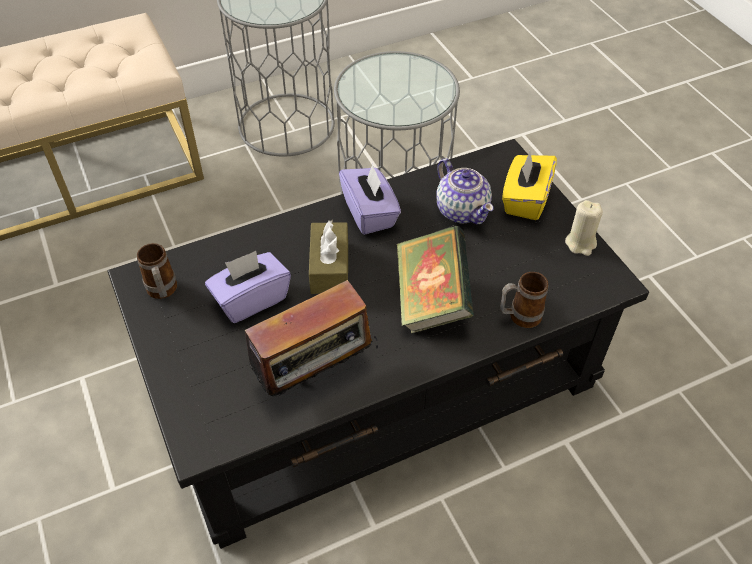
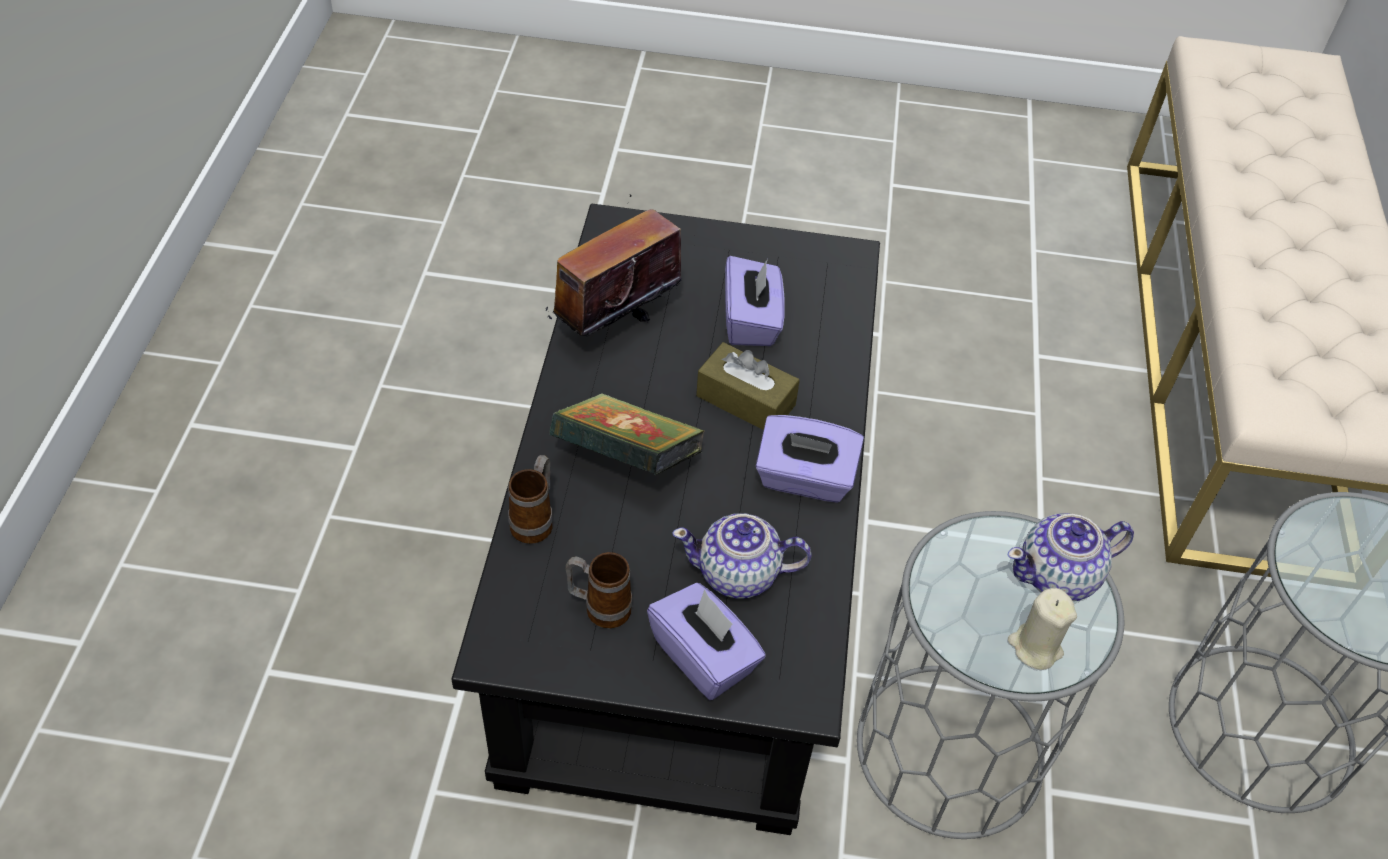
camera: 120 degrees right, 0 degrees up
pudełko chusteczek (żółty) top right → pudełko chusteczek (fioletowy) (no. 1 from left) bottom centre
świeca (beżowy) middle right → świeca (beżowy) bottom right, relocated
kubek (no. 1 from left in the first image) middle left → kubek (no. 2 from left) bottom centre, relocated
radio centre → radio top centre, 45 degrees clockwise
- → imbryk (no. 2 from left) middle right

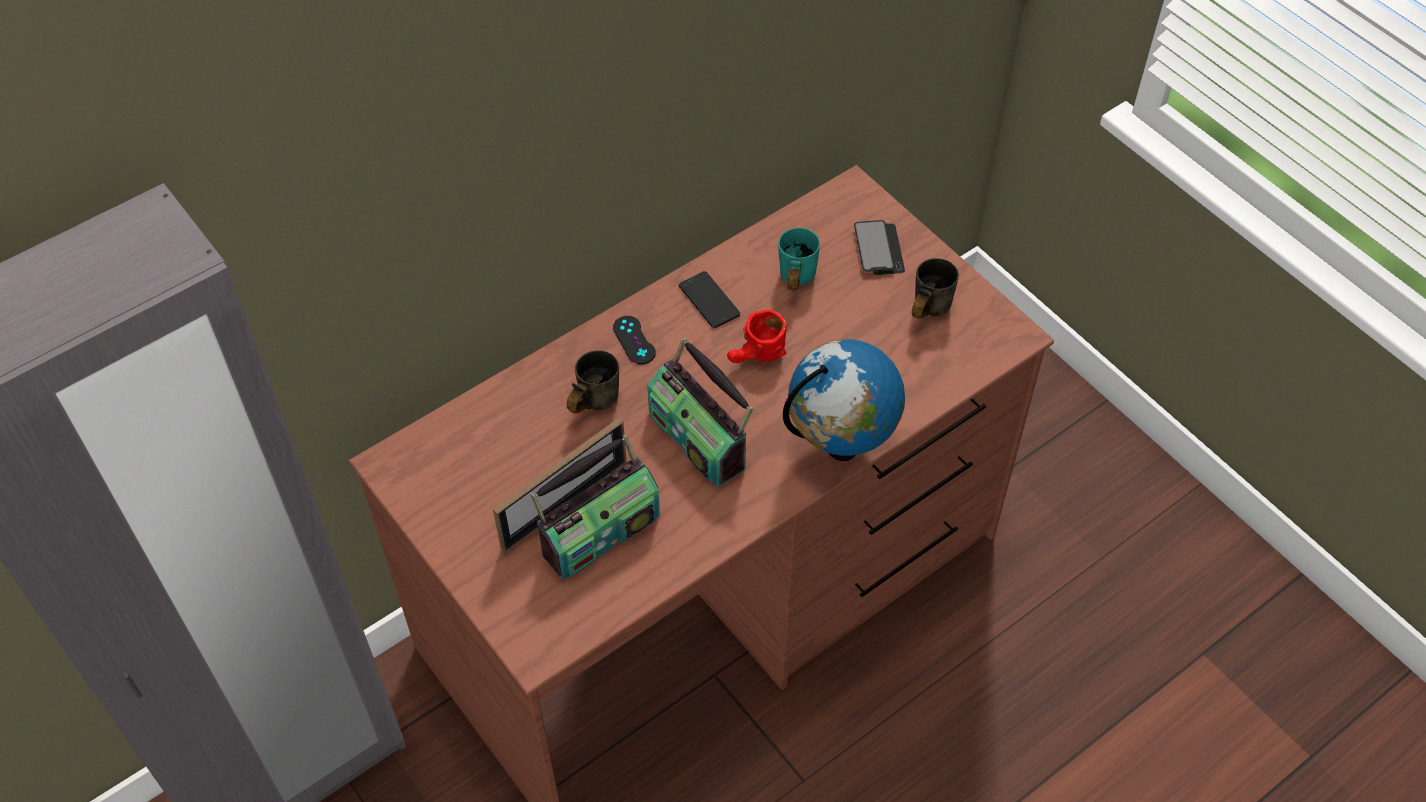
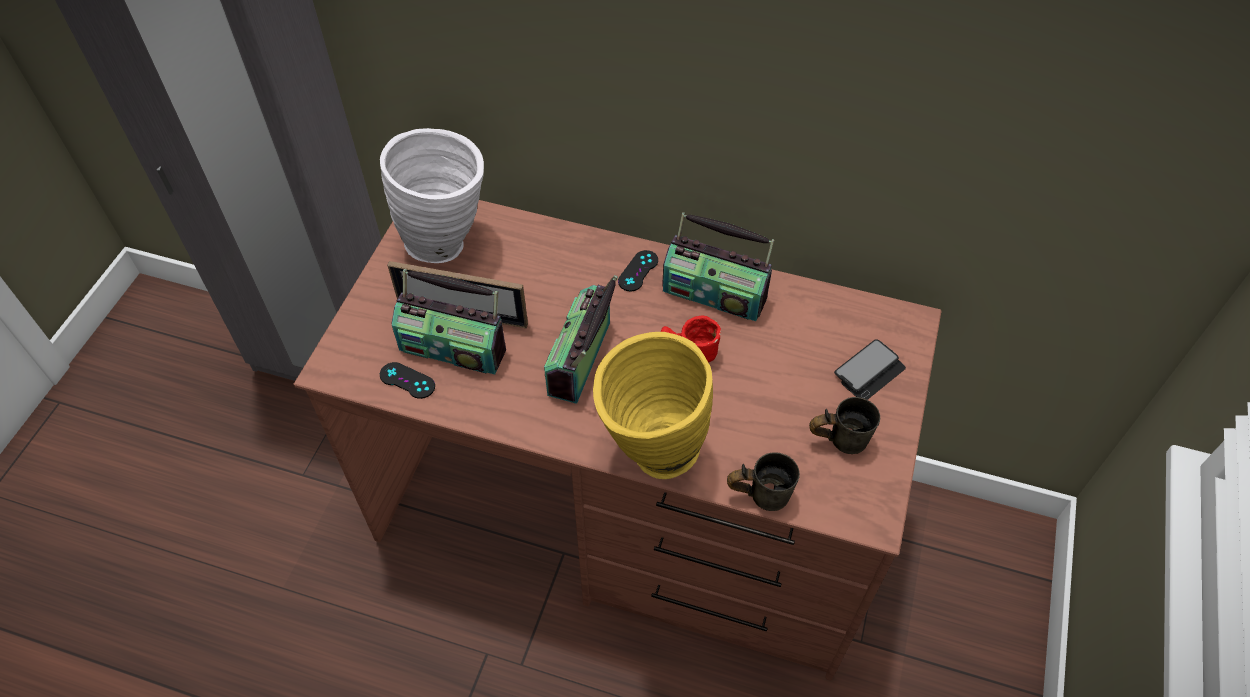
camera: 55 degrees right, 0 degrees up
kubek (turkusowy) top centre → -
telefon (no. 1 from left) centre → radio (no. 3 from left) centre
globus centre → wazon (żółty) centre
kubek (szary) (no. 1 from left) centre → kubek (szary) (no. 1 from left) bottom centre, relocated
- → wazon (biały) top centre
- → pad do gier (czarny) (no. 1 from left) middle left

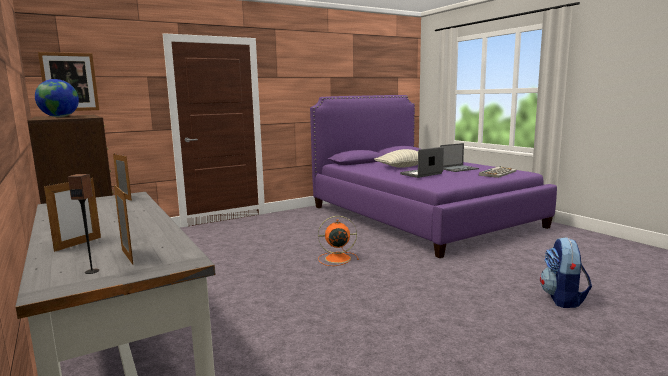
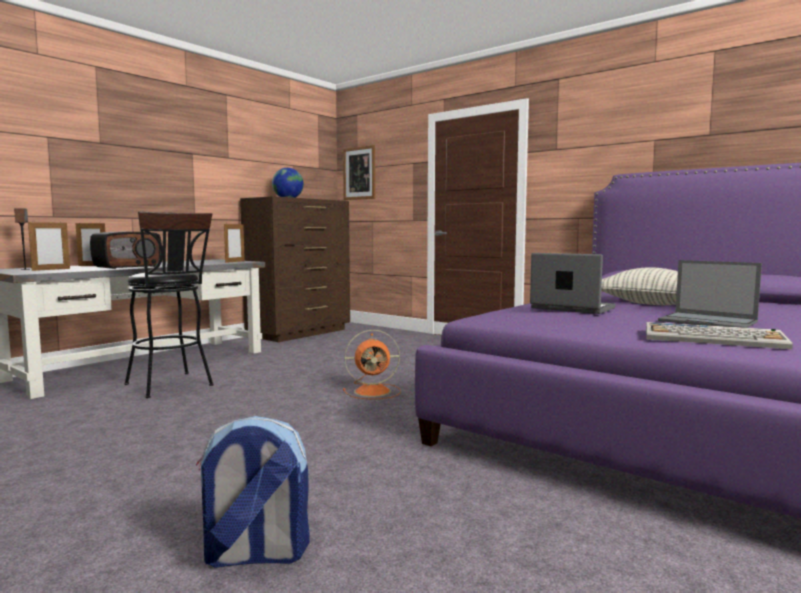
camera: 70 degrees right, 5 degrees down
wentylator (pomarańczowy) centre, 105 degrees clockwise
- → stołek (czarny) middle left
- → radio middle left

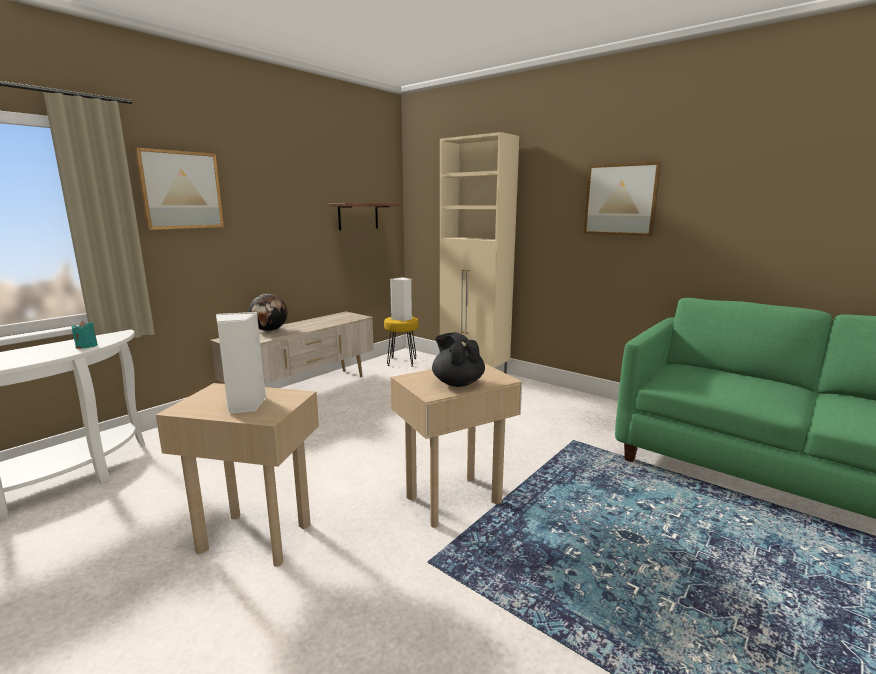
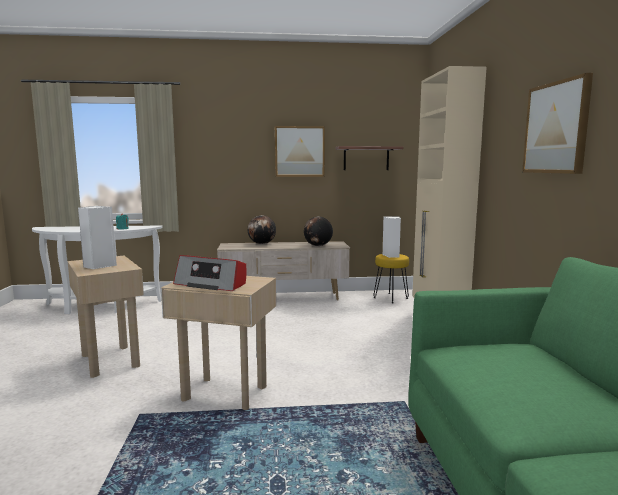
camera: 45 degrees right, 5 degrees down
obraz (no. 1 from left) top left → obraz (no. 1 from left) top centre, relocated
imbryk (czarny) centre → radio centre
- → globus (no. 2 from left) centre

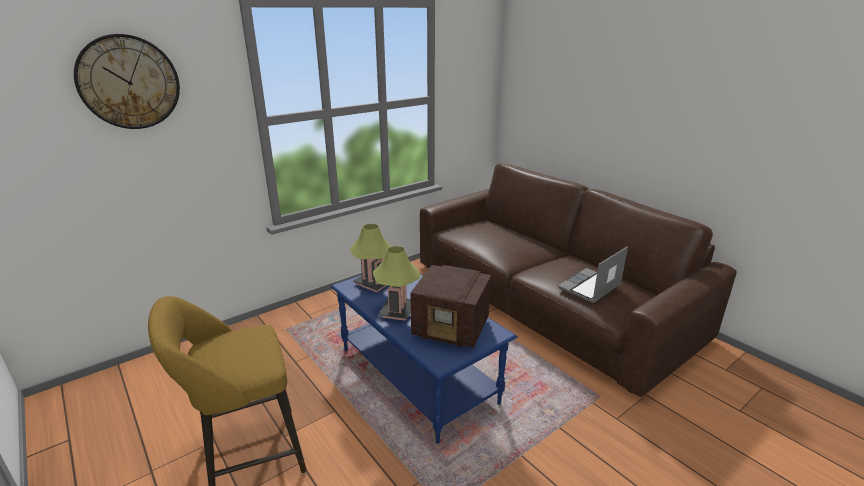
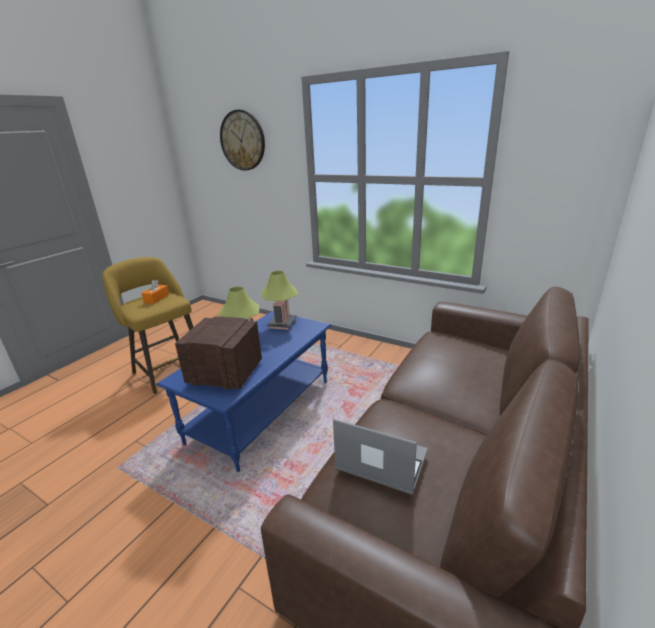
camera: 70 degrees right, 0 degrees up
radio centre → radio middle left, 105 degrees clockwise
- → pudełko chusteczek (pomarańczowy) middle left

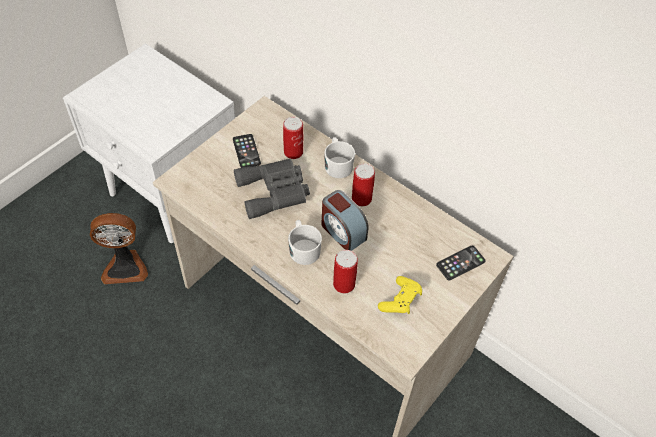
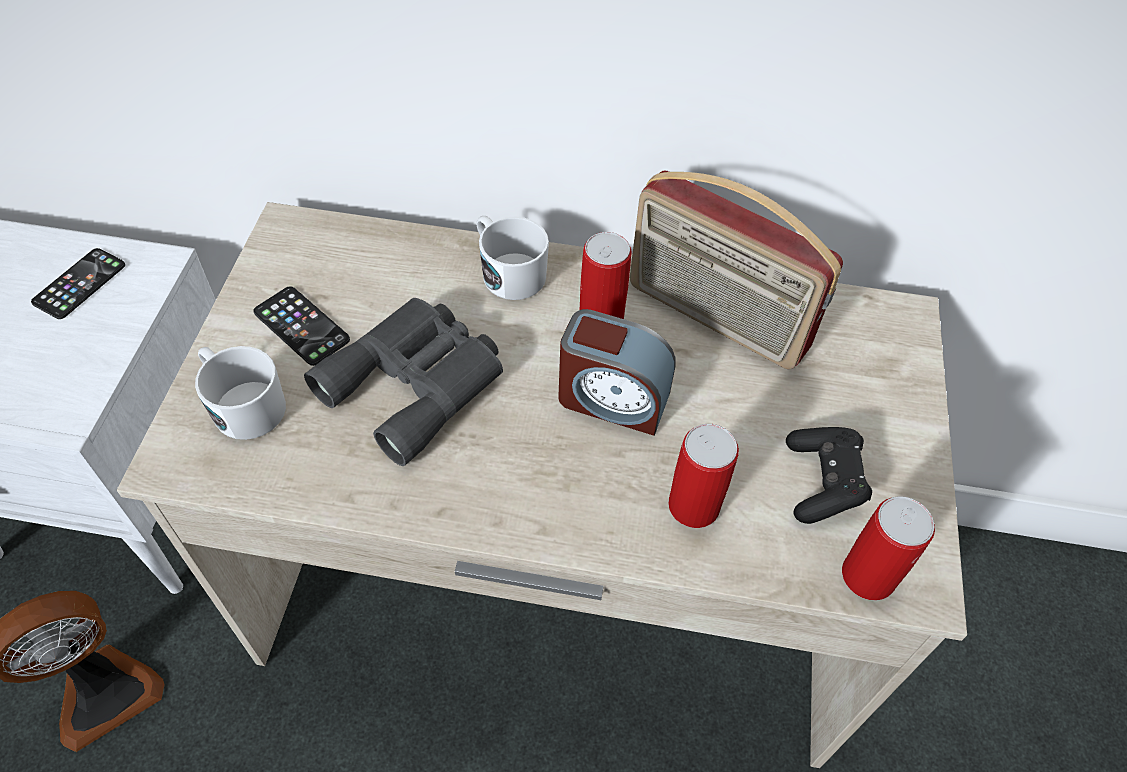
camera: 30 degrees left, 0 degrees up
puszka (no. 1 from left in the first image) top centre → puszka (no. 3 from left) bottom right, relocated
kubek (biały) (no. 1 from left) centre → kubek (biały) (no. 1 from left) middle left, relocated
telefon (no. 2 from left in the first image) middle right → telefon (no. 1 from left) middle left, relocated
pad do gier (żółty) bottom centre → pad do gier (czarny) middle right
- → radio centre

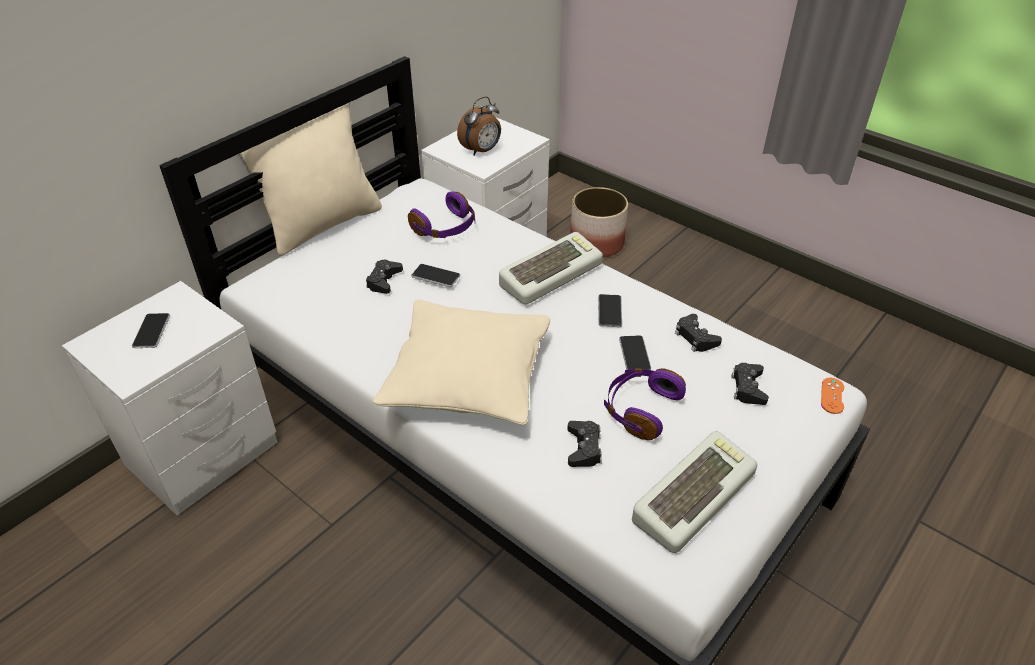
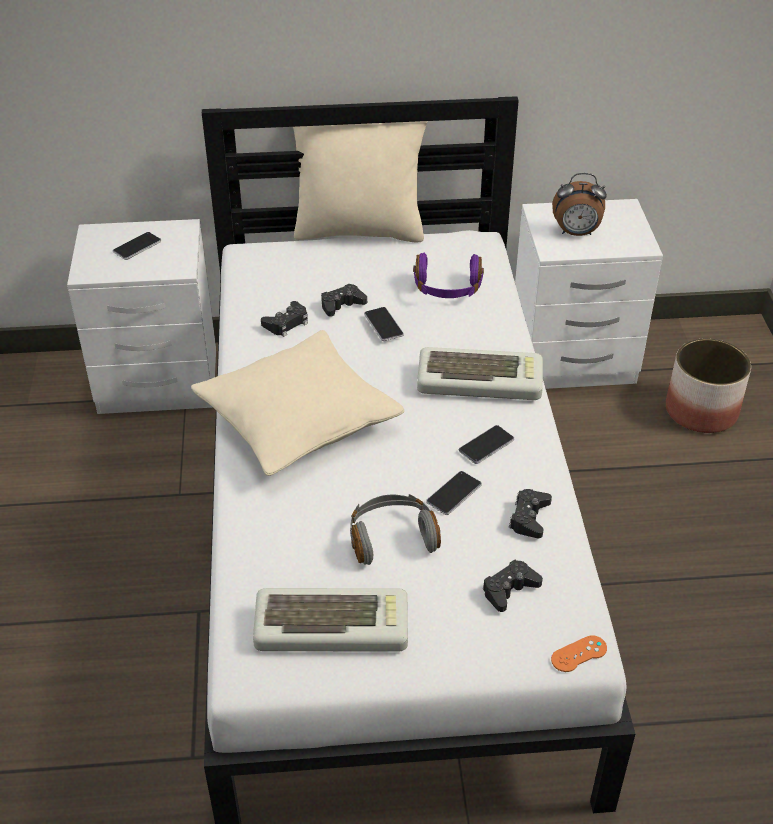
camera: 45 degrees right, 0 degrees up
słuchawki (fioletowy) (no. 2 from left) centre → słuchawki (szary) centre
pad do gier (czarny) (no. 2 from left in the first image) bottom centre → pad do gier (czarny) (no. 1 from left) centre, relocated

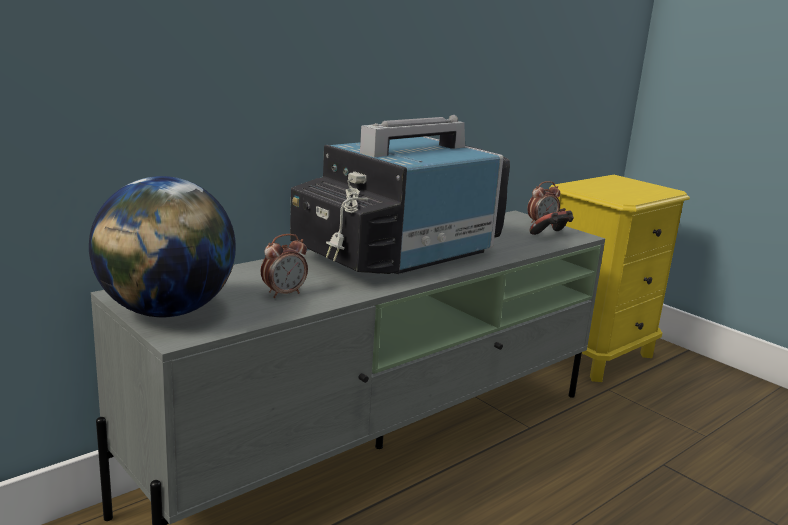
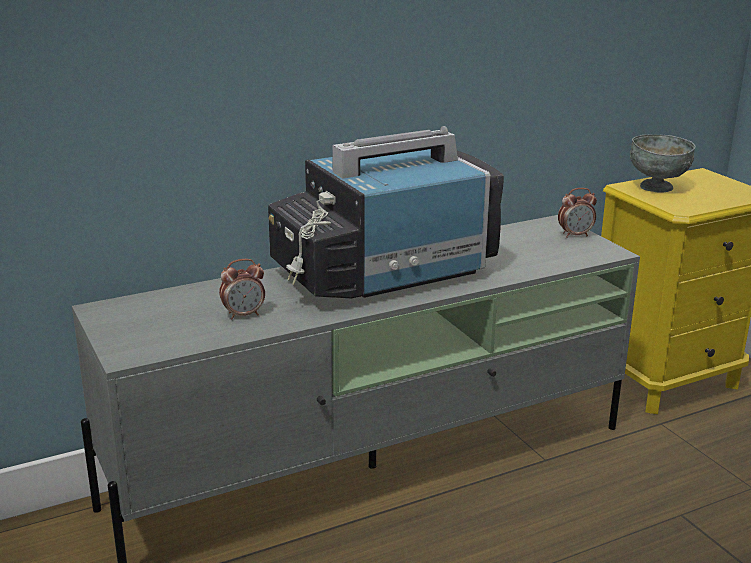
camera: 15 degrees right, 5 degrees up
globus middle left → -
pad do gier middle right → -
- → miska (szary) top right

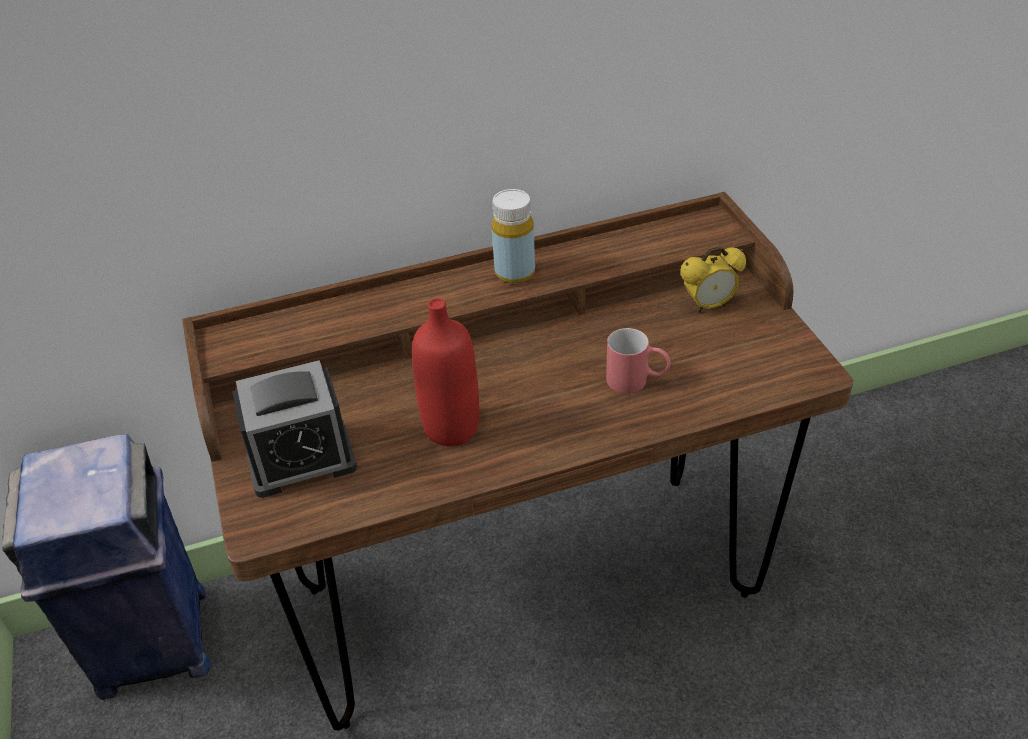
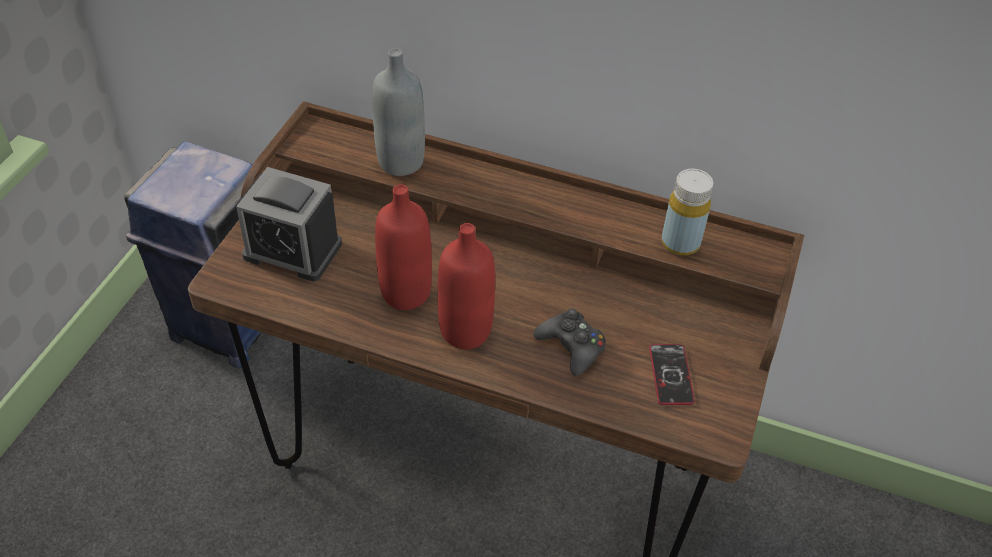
camera: 35 degrees right, 5 degrees up
butelka (żółty) top centre → butelka (żółty) middle right, relocated
budzik (no. 2 from left) middle right → -
kubek (czerwony) centre → pad do gier (czarny) centre
- → butelka (szary) top centre
- → butelka (czerwony) (no. 2 from left) centre
- → telefon bottom right

